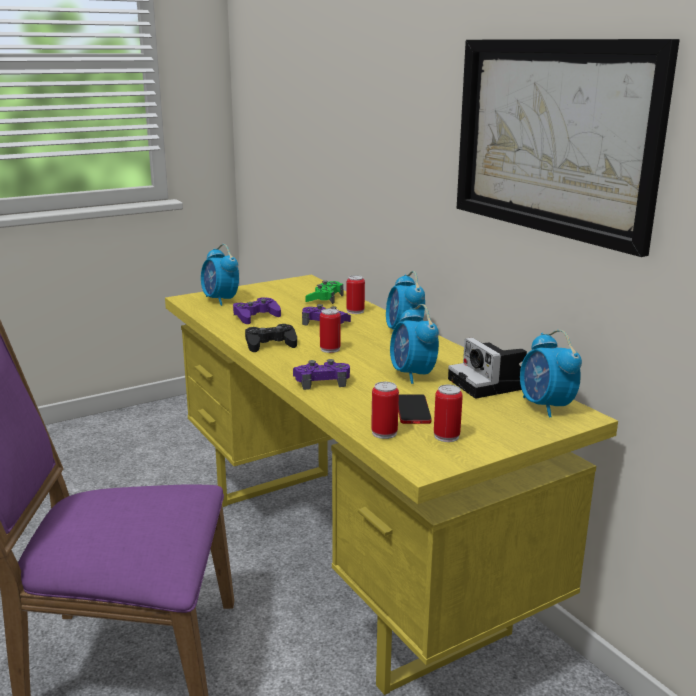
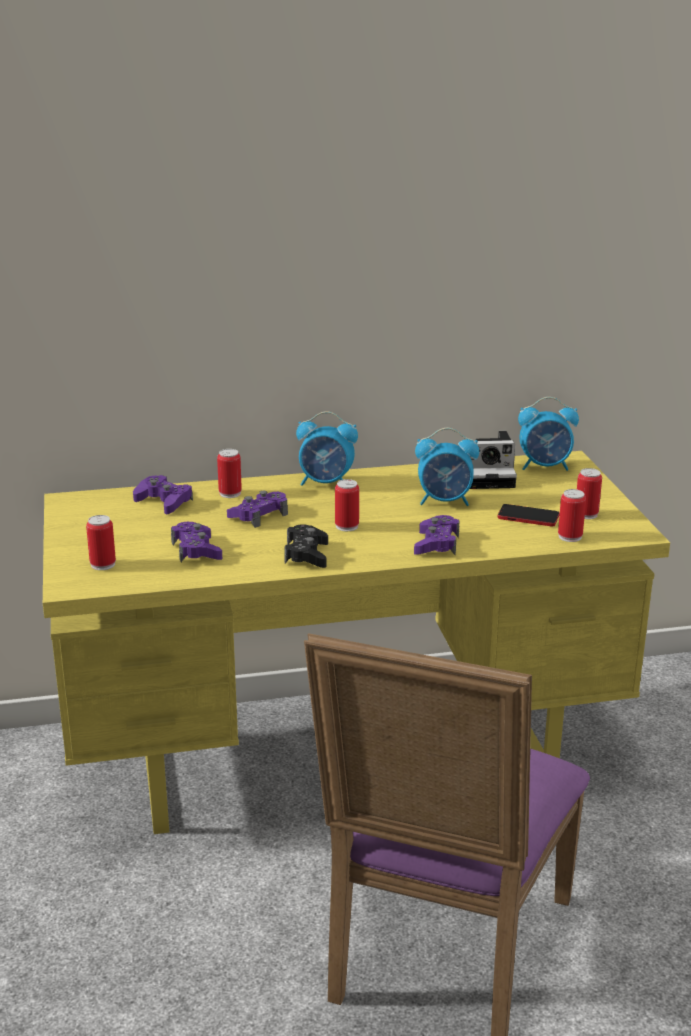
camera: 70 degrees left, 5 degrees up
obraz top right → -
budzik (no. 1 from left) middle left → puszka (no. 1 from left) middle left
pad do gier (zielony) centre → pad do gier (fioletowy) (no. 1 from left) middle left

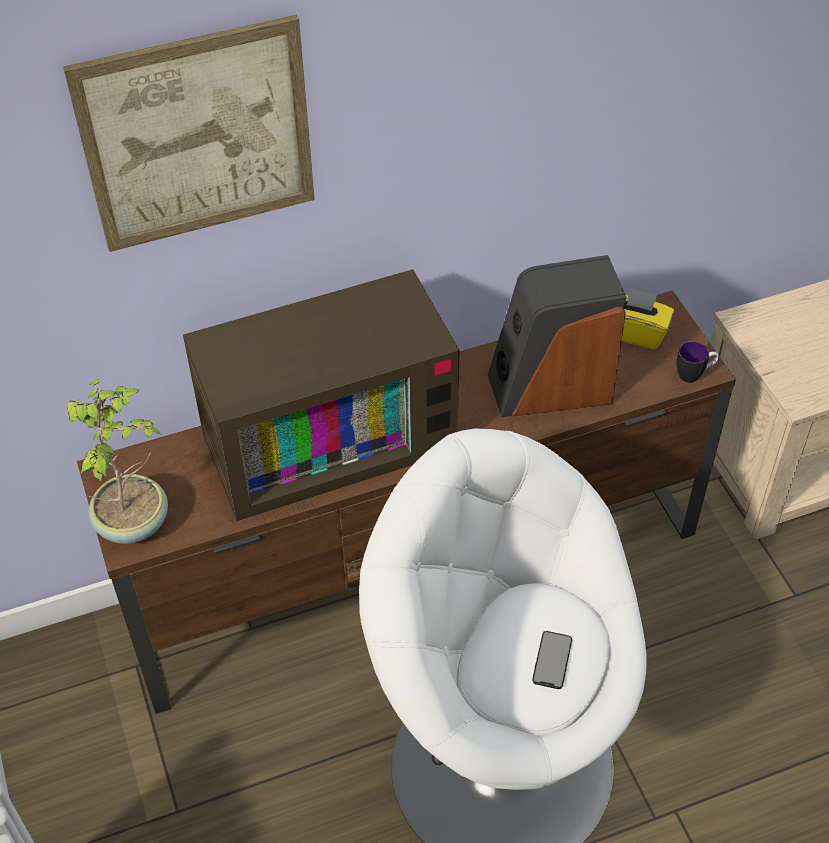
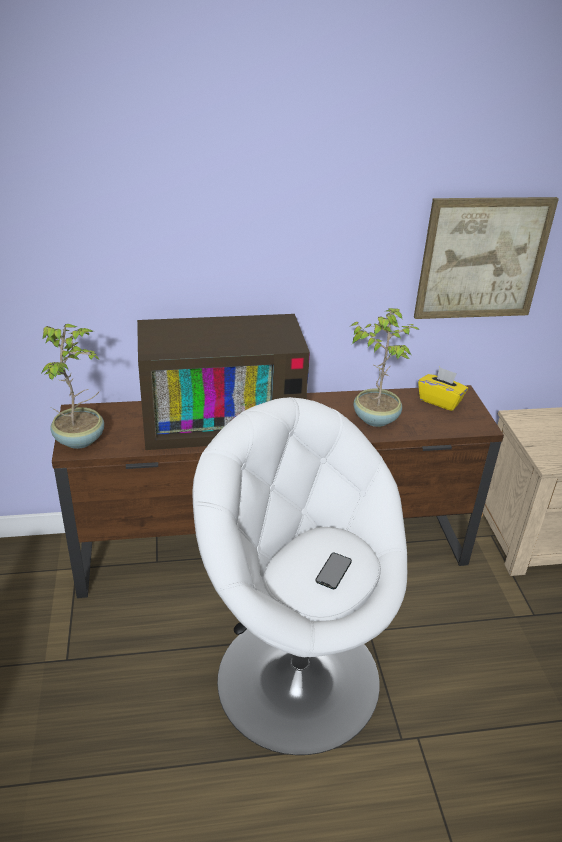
camera: 10 degrees right, 15 degrees down
obraz top left → obraz top right, relocated
głośnik middle right → roślina doniczkowa (no. 2 from left) middle right
kubek middle right → -

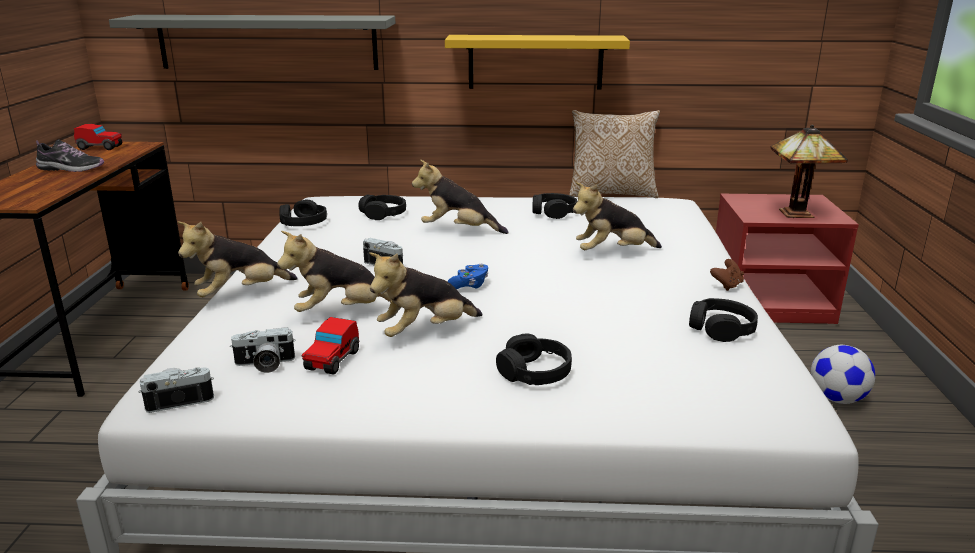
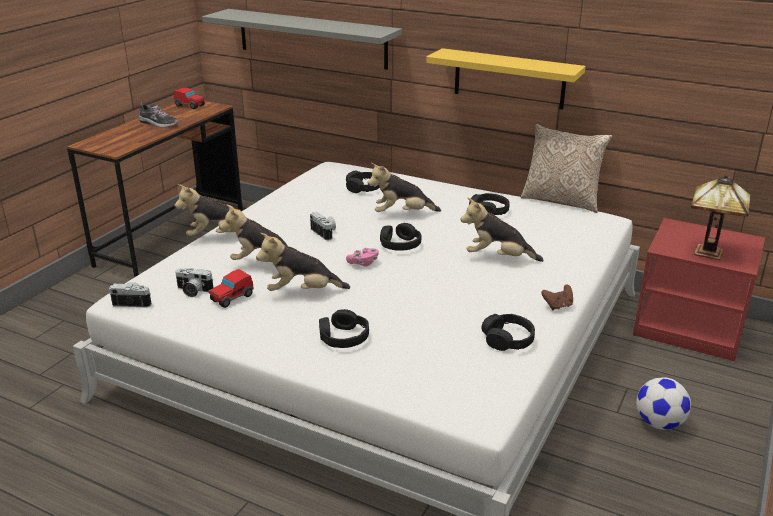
camera: 25 degrees right, 5 degrees up
pluszak (no. 4 from left) centre, 45 degrees counterclockwise
słuchawki (czarny) (no. 1 from left in the first image) middle left → słuchawki (czarny) (no. 3 from left) centre, relocated
pad do gier (niebieski) centre → pad do gier (różowy) centre

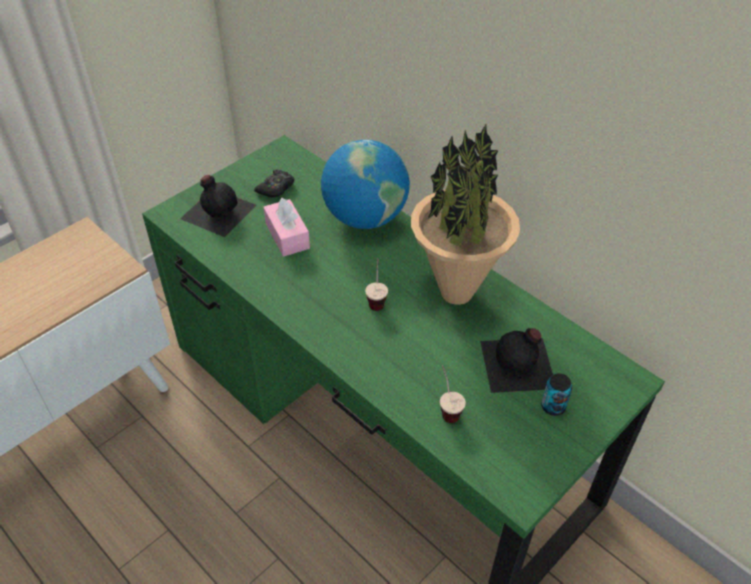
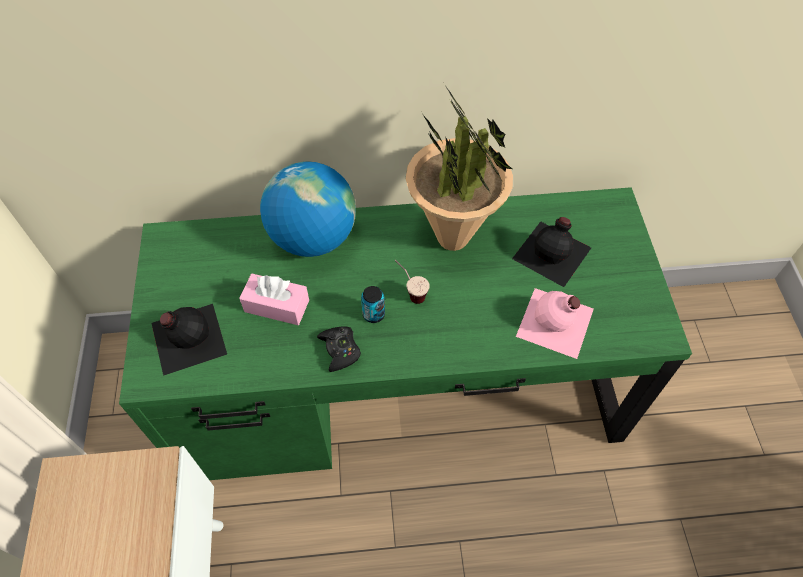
camera: 50 degrees left, 10 degrees up
pad do gier (czarny) top centre → pad do gier (czarny) centre, relocated
filiżanka (no. 2 from left) bottom centre → butelka (różowy) middle right
puszka bottom right → puszka centre, relocated

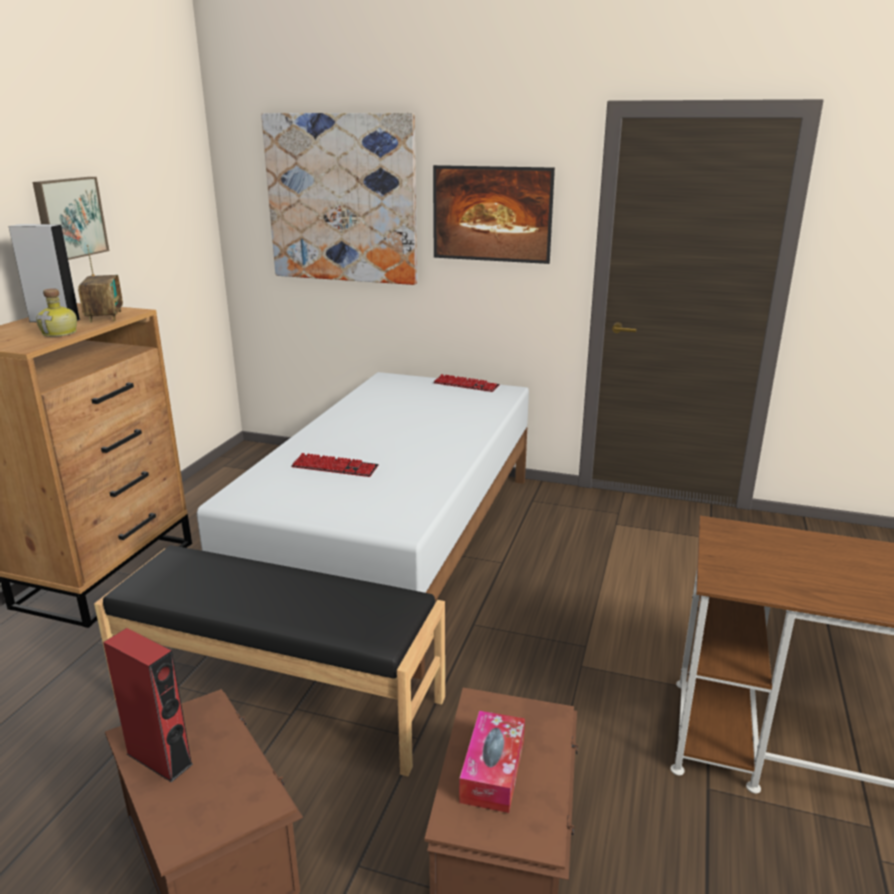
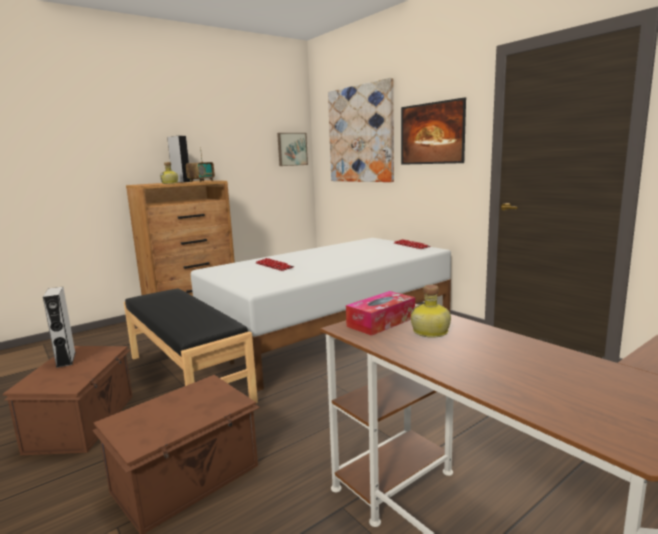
camera: 35 degrees right, 10 degrees down
obraz (no. 1 from left) top left → obraz (no. 1 from left) top centre, relocated
głośnik (czerwony) bottom left → głośnik (szary) (no. 1 from left) middle left
pudełko chusteczek bottom centre → pudełko chusteczek centre, relocated
- → butelka (no. 2 from left) centre

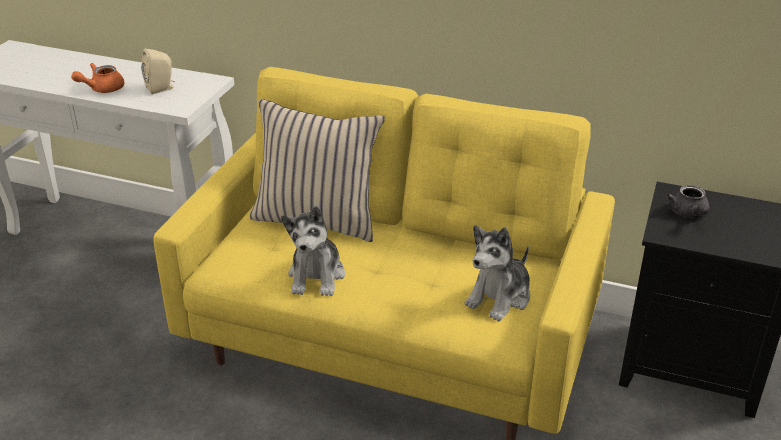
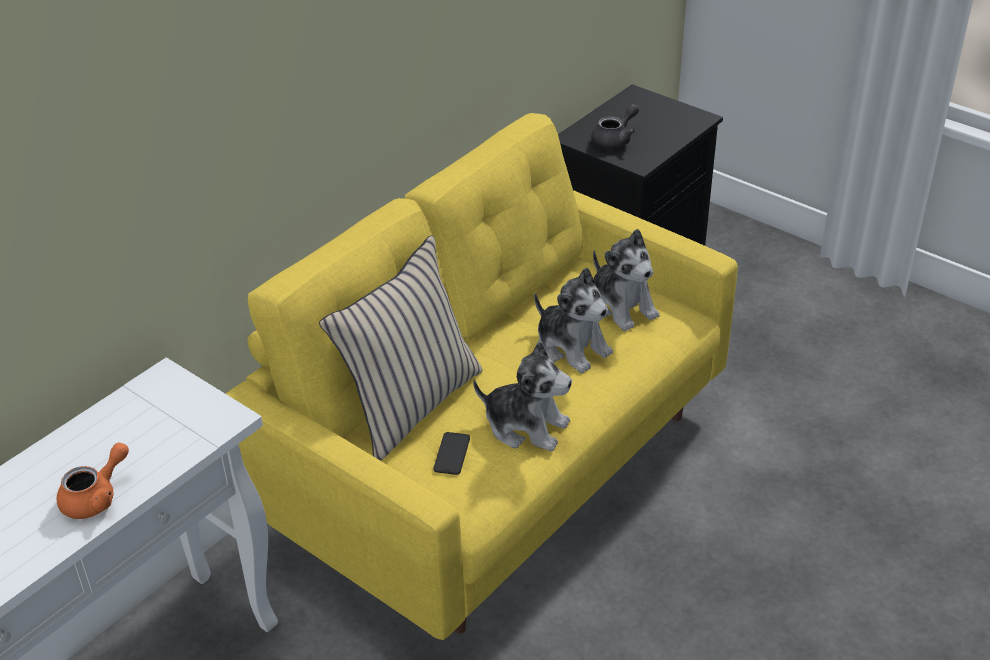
camera: 70 degrees left, 5 degrees up
głośnik (beżowy) top left → -
imbryk (pomarańczowy) top left → imbryk (pomarańczowy) bottom left, 120 degrees counterclockwise
imbryk (szary) middle right → imbryk (szary) top centre, 60 degrees counterclockwise
- → pluszak (no. 2 from left) centre
- → telefon bottom centre

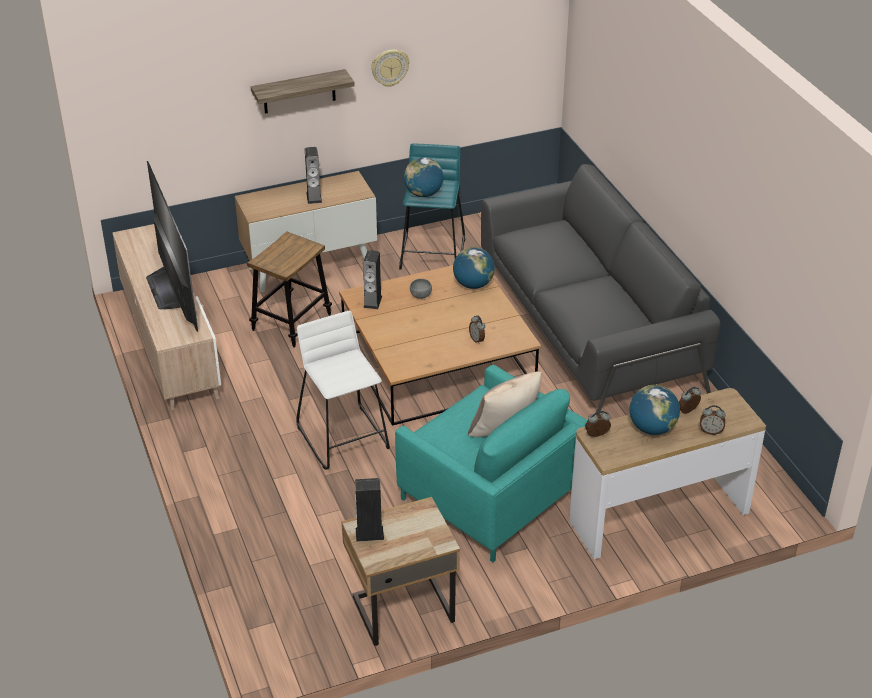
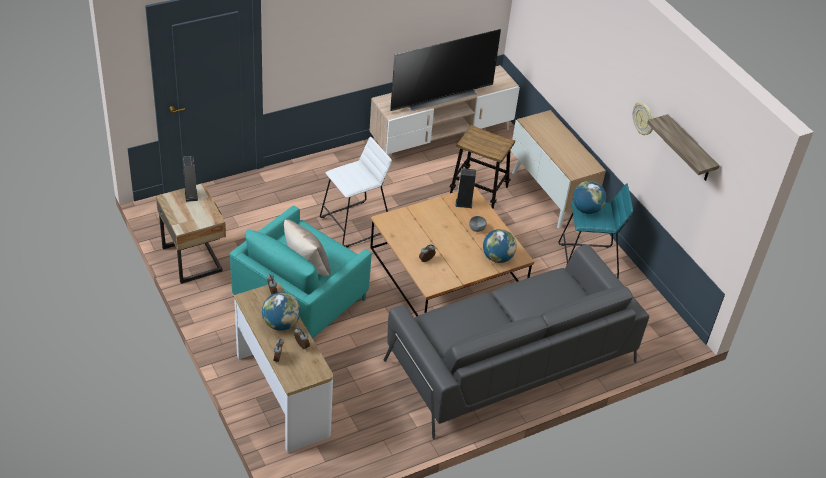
camera: 80 degrees right, 5 degrees up
półka top centre → półka top right, relocated
głośnik (no. 1 from left) top centre → -

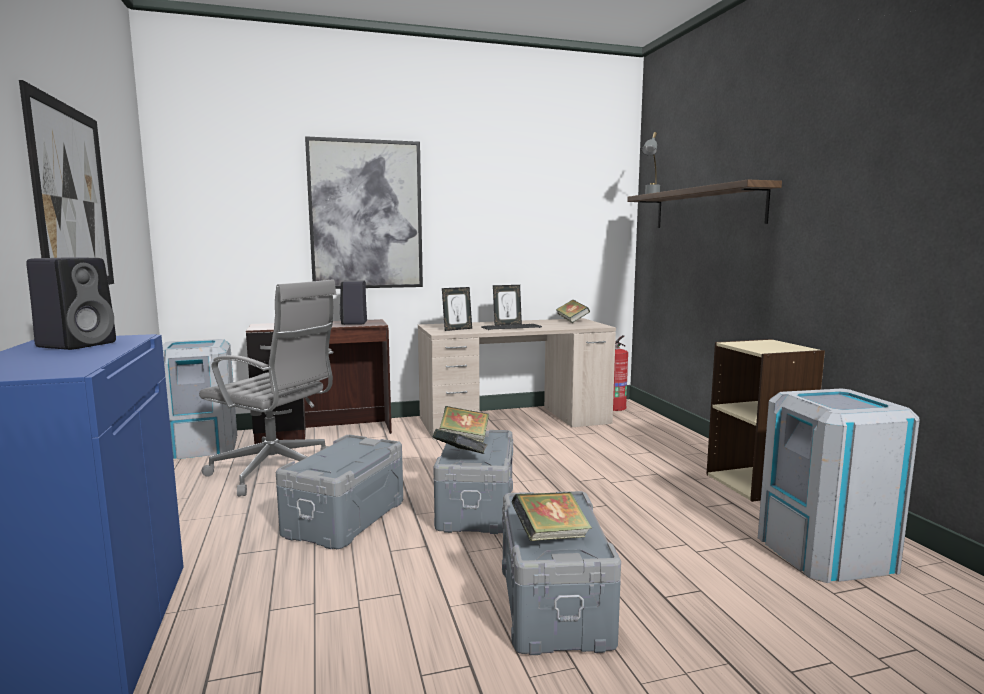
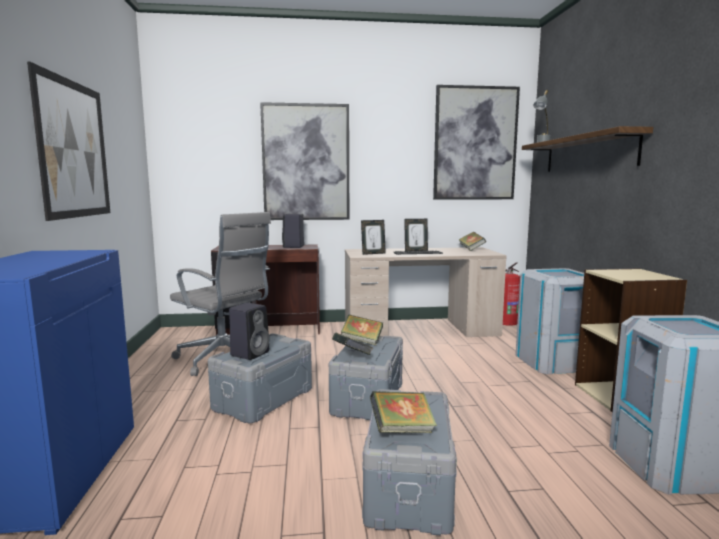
camera: 10 degrees right, 0 degrees up
głośnik (czarny) (no. 1 from left) middle left → głośnik (czarny) (no. 1 from left) centre, relocated
kosz na śmieci (szary) (no. 1 from left) middle left → kosz na śmieci (szary) (no. 1 from left) middle right, relocated
- → obraz (no. 3 from left) top centre

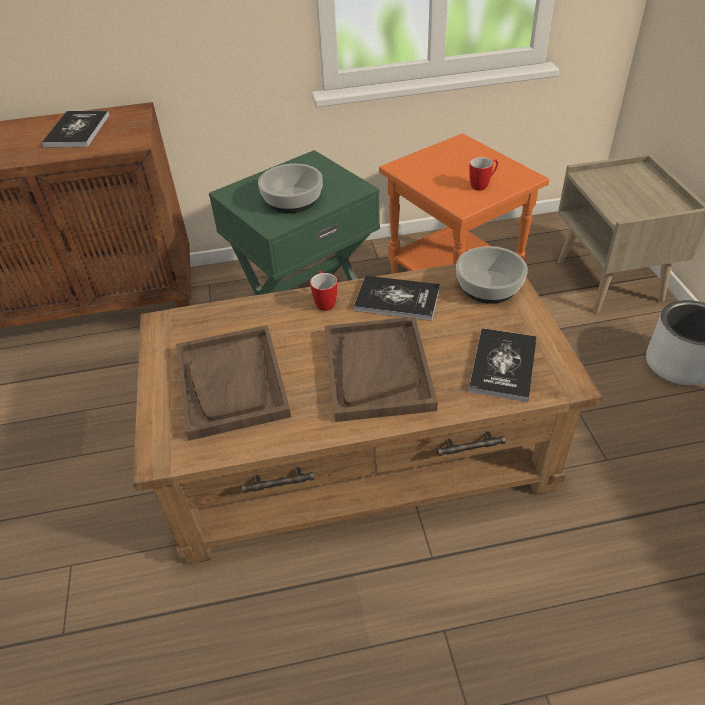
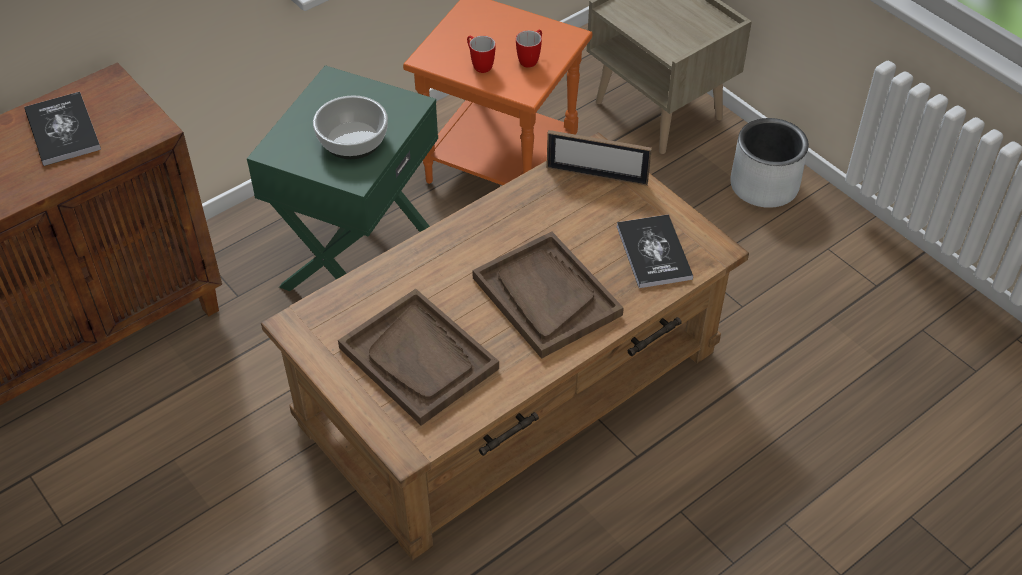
camera: 30 degrees left, 5 degrees up
miska (no. 2 from left) middle right → ramka na zdjęcie top centre
kubek (no. 1 from left) centre → kubek (no. 1 from left) top centre, relocated
książka (no. 2 from left) centre → -

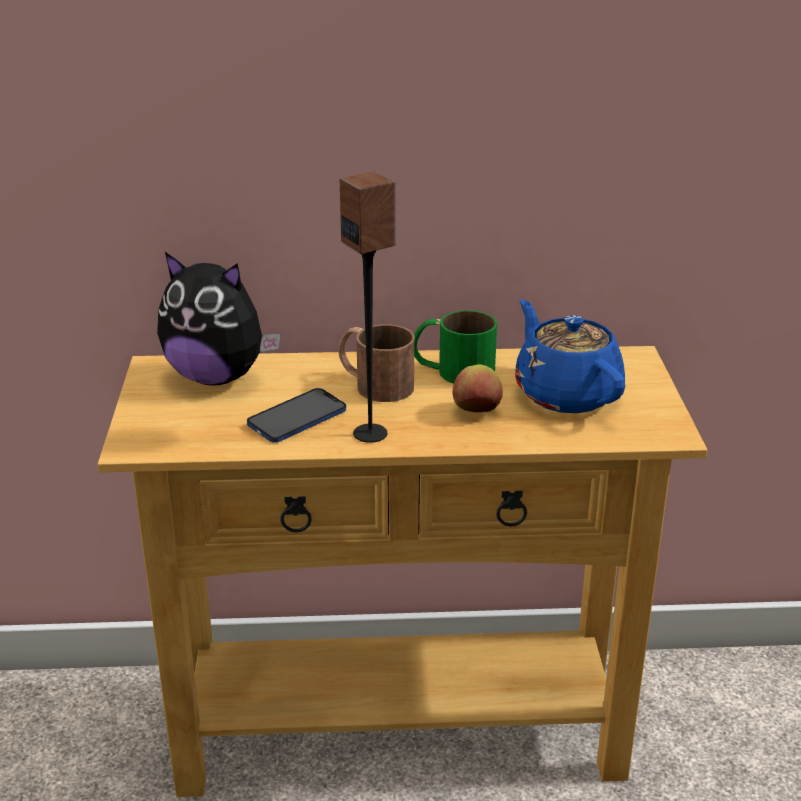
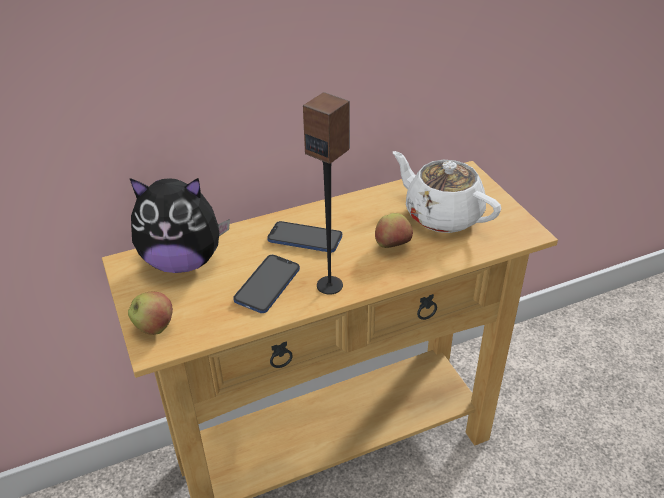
camera: 20 degrees left, 10 degrees up
imbryk (niebieski) middle right → imbryk (biały) middle right
kubek (zielony) centre → -
kubek (brązowy) centre → telefon (no. 2 from left) centre
- → jabłko (no. 1 from left) middle left

